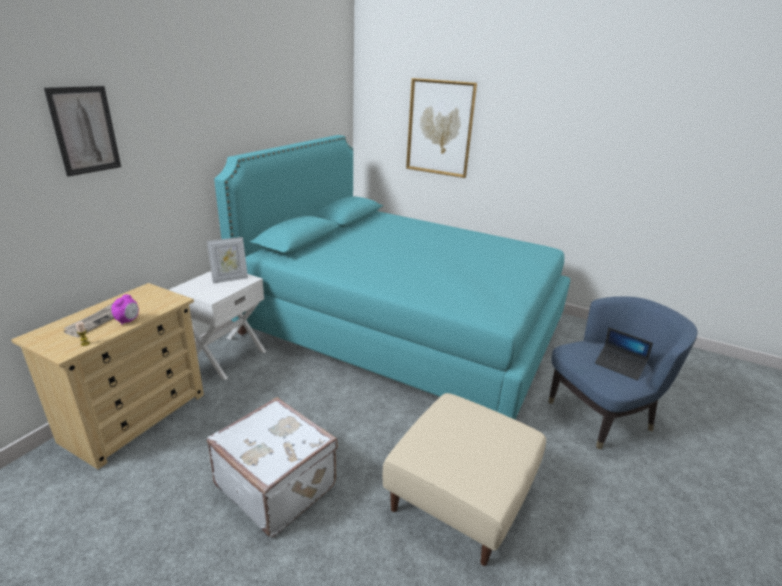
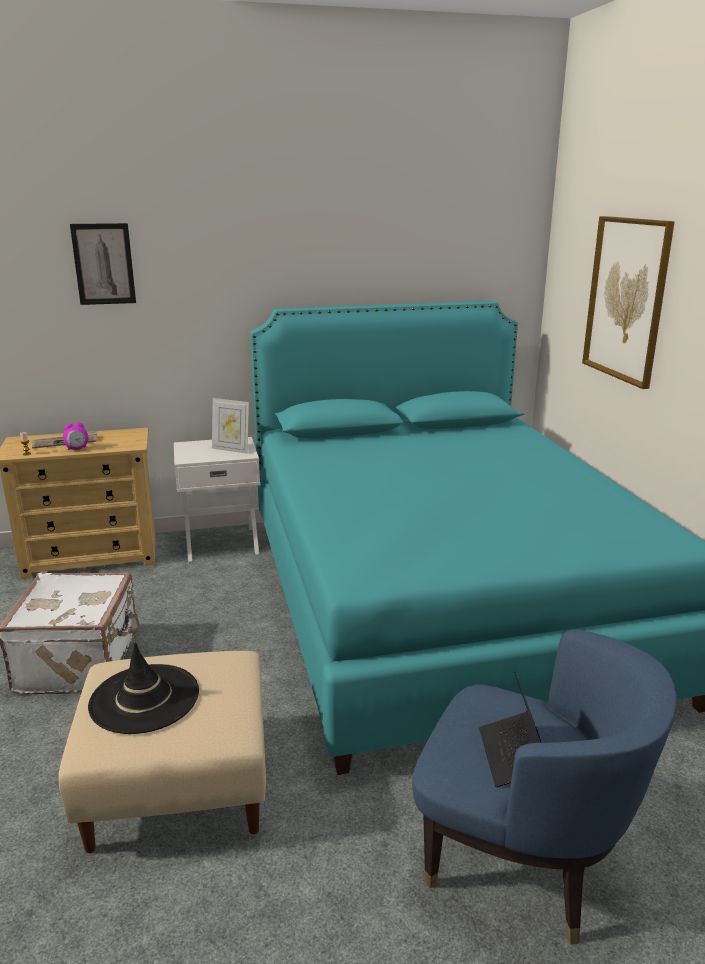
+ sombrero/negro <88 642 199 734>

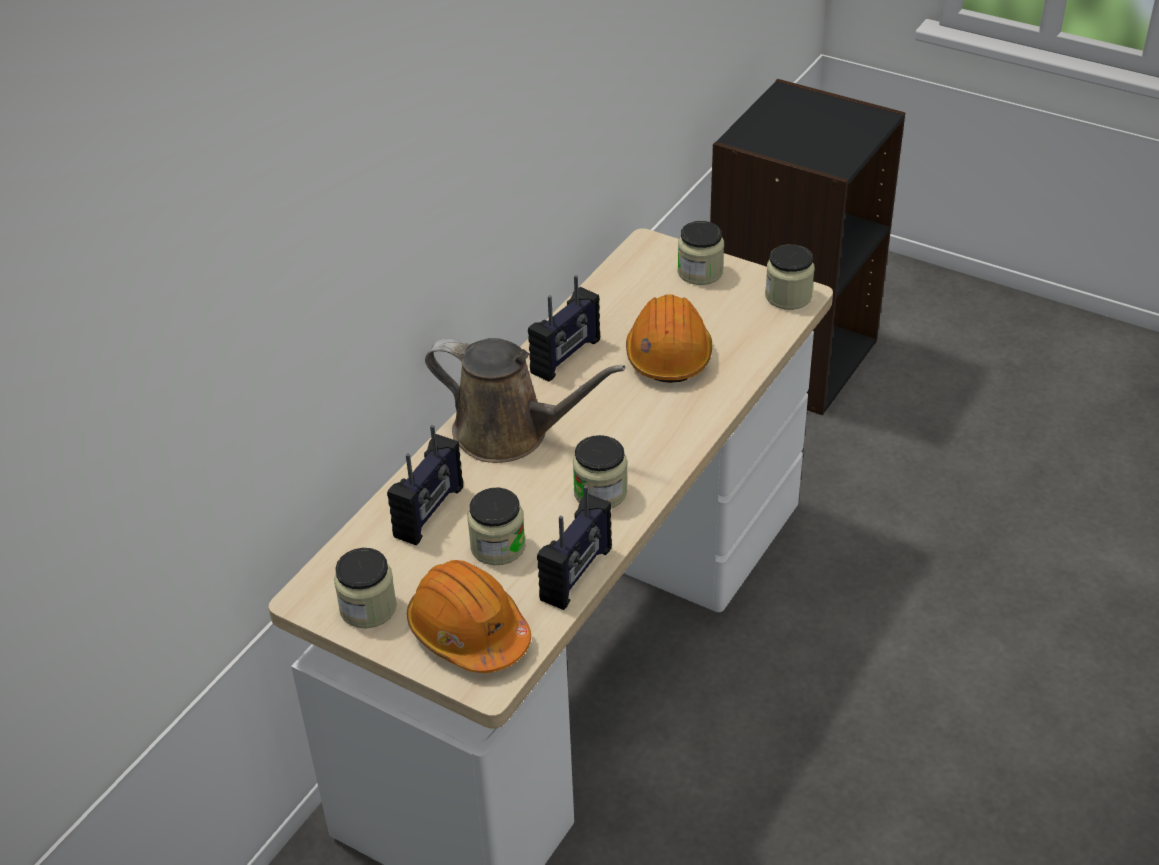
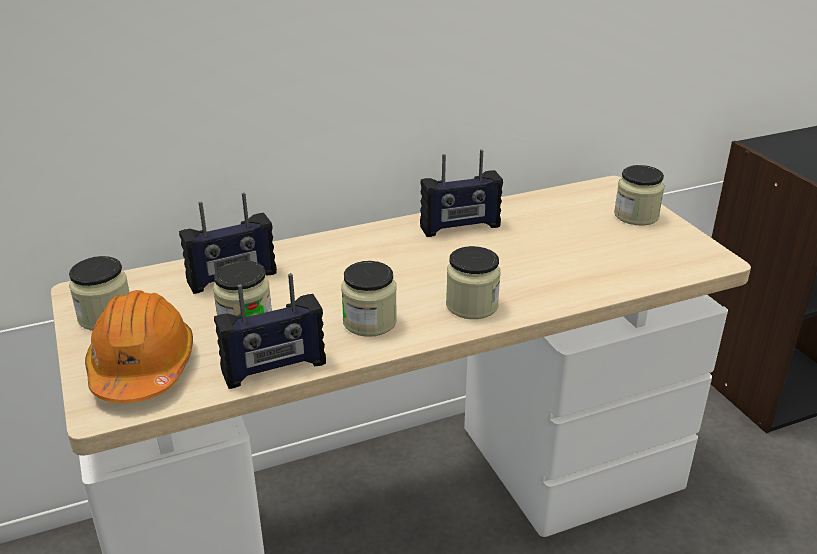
~ tarro <765 244 815 310> to <446 246 501 319>
- casco/naranja <626 295 712 383>
- regadera/marrón <425 338 626 463>

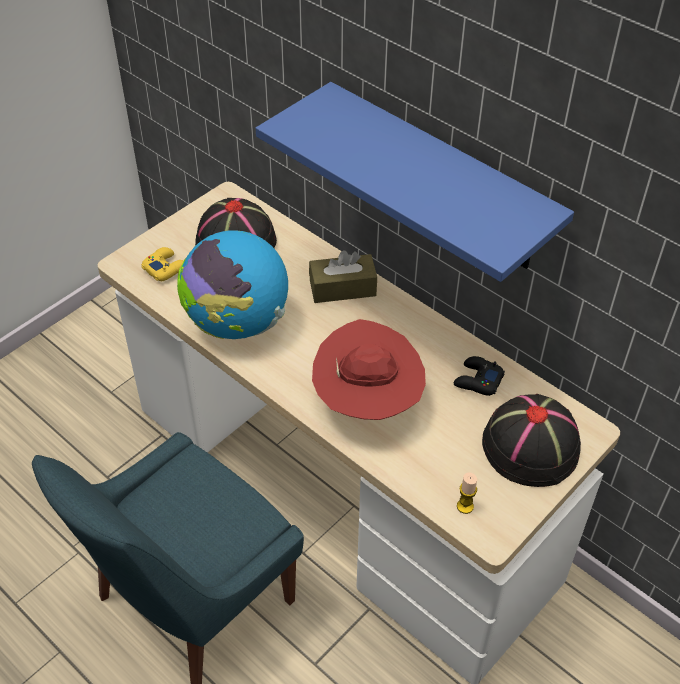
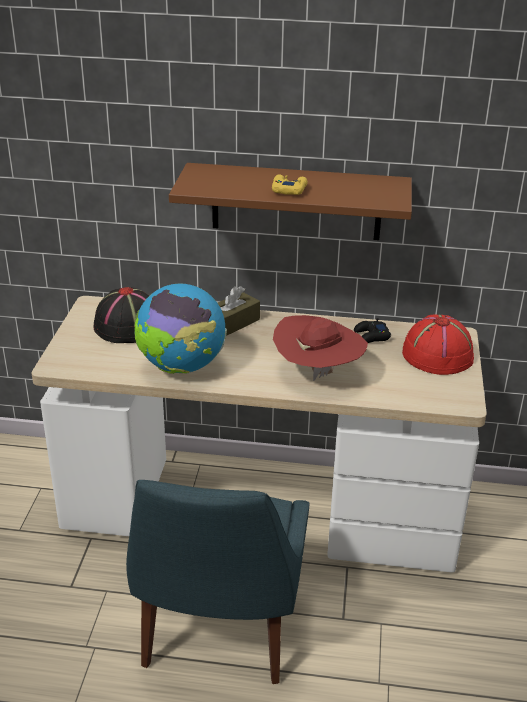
~ estante/azul <256 82 574 282> to estante/marrón <169 163 412 240>
~ mando de consola/amarillo <141 247 184 281> to <272 175 308 195>
~ sombrero/negro <482 394 581 487> to sombrero/rojo <402 314 474 375>
- vela <457 473 477 514>

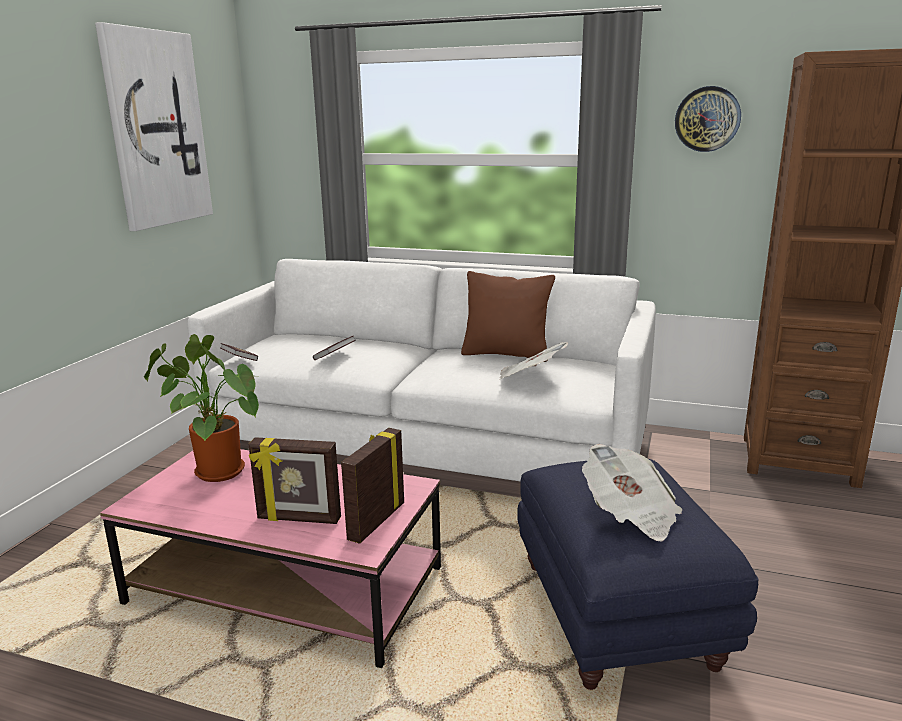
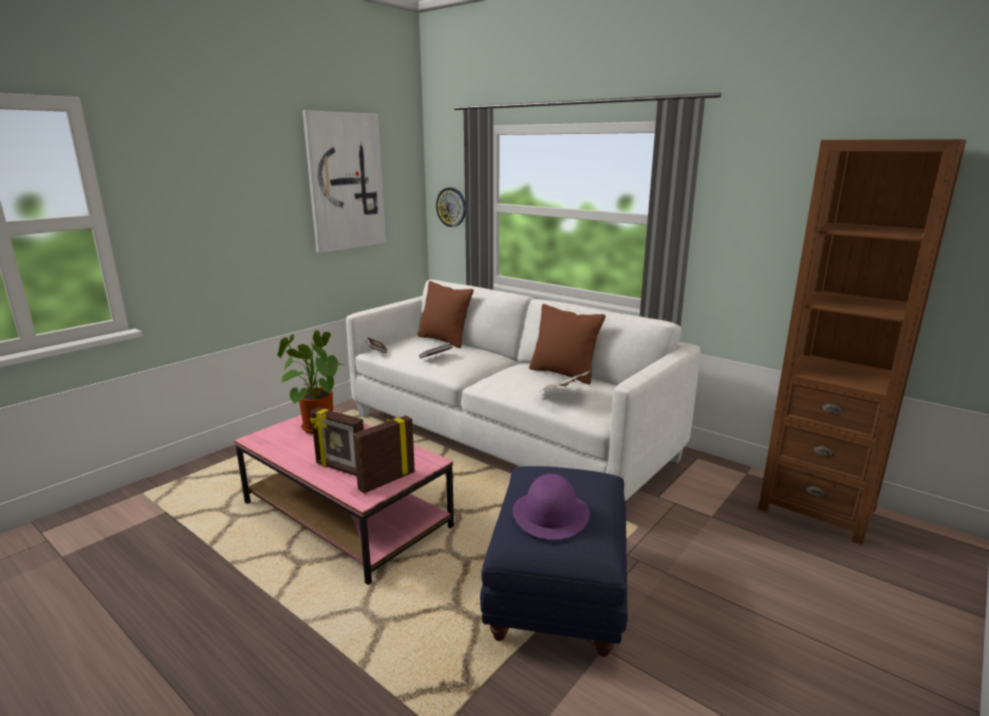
~ reloj de pared <675 86 741 152> to <436 187 465 227>
~ periódico <582 444 682 542> to sombrero/morado <513 474 590 540>
+ cojín/marrón <418 281 474 348>

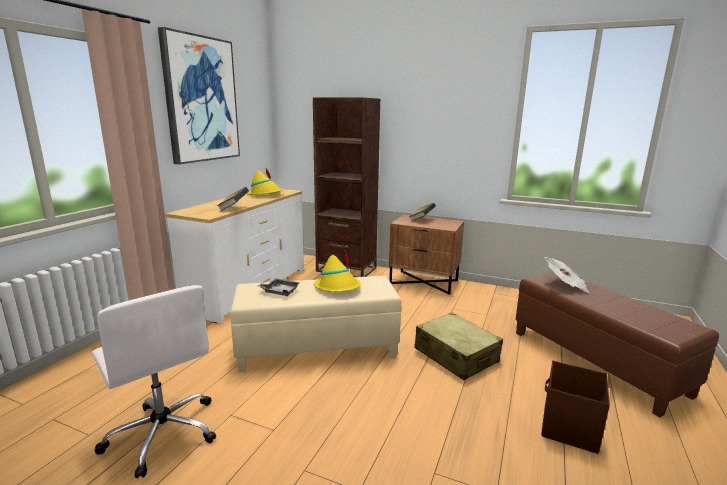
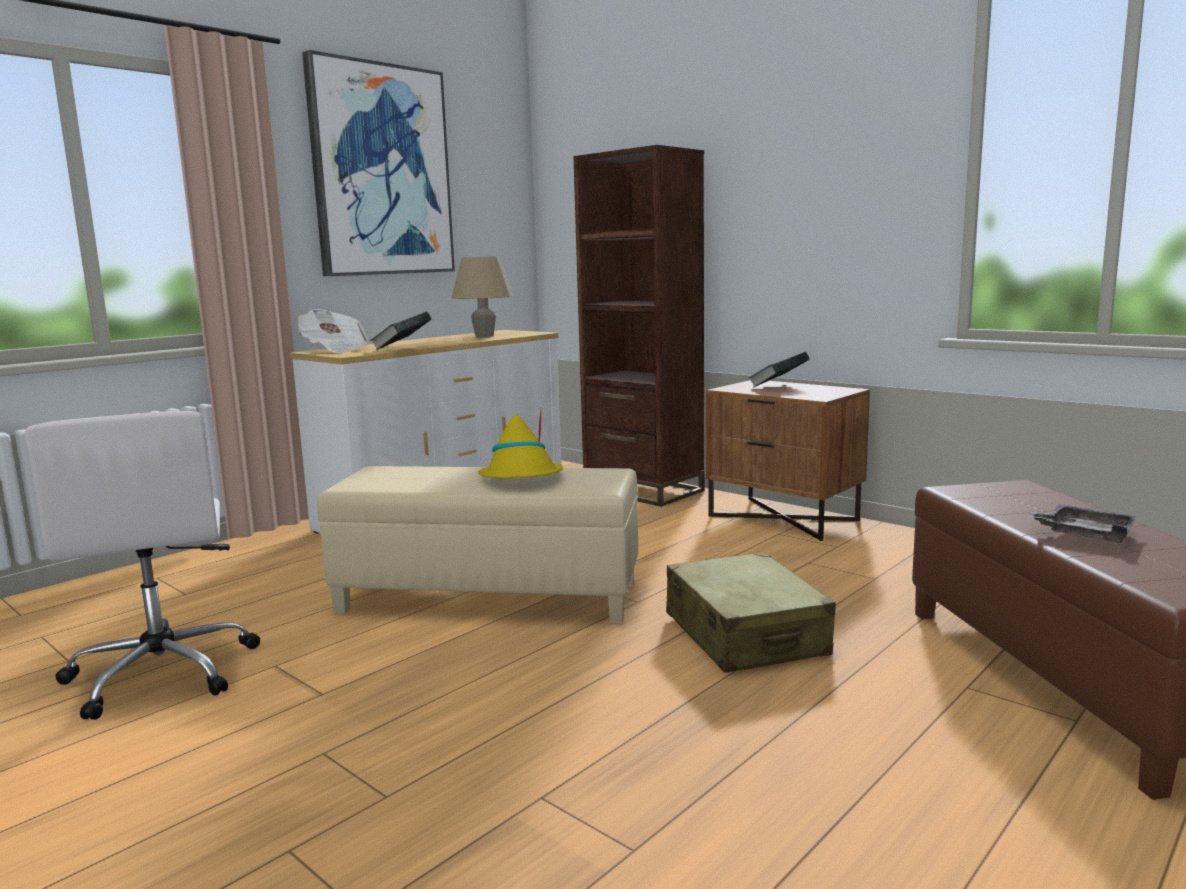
~ sombrero/amarillo <246 168 283 195> to lámpara de mesa/beis <451 256 513 337>
~ periódico <545 257 589 293> to <297 309 369 353>
~ bandeja/gris <257 278 300 296> to <1027 504 1136 543>
- caja de almacenaje/marrón <541 361 610 454>

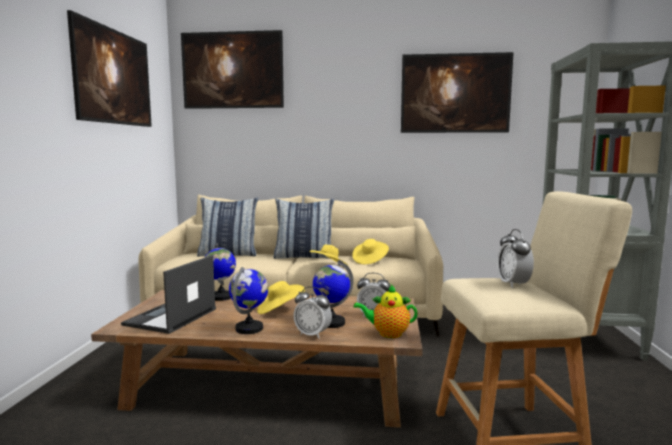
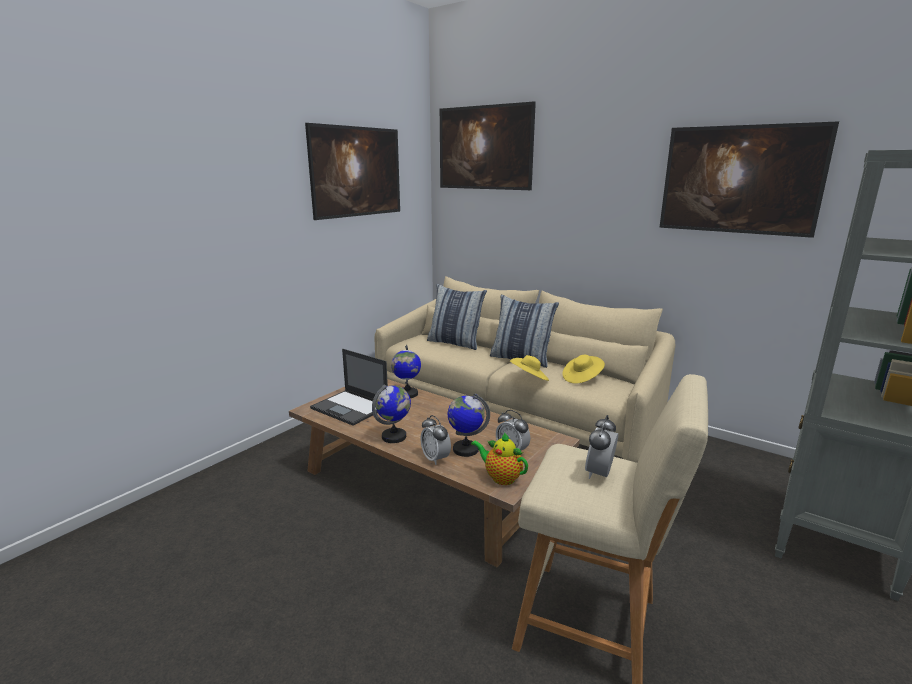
~ portátil <121 255 216 334> = <310 349 388 426> 105 degrees counterclockwise
- sombrero/amarillo <257 281 305 314>

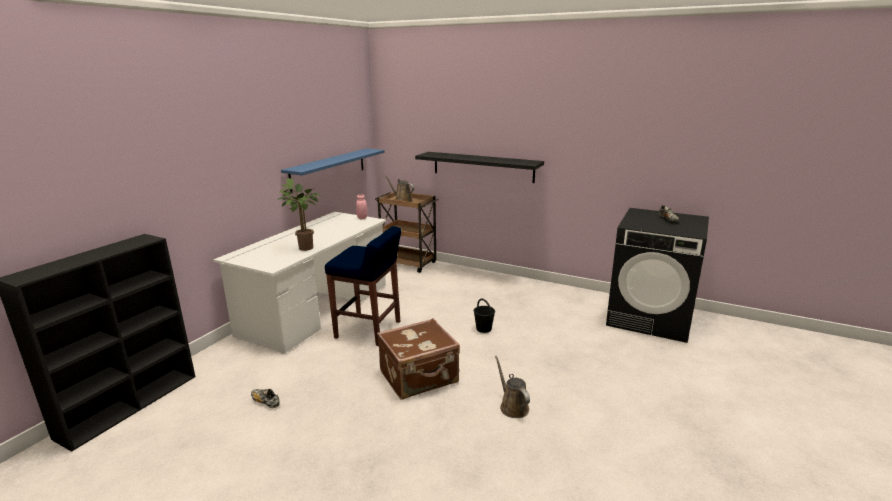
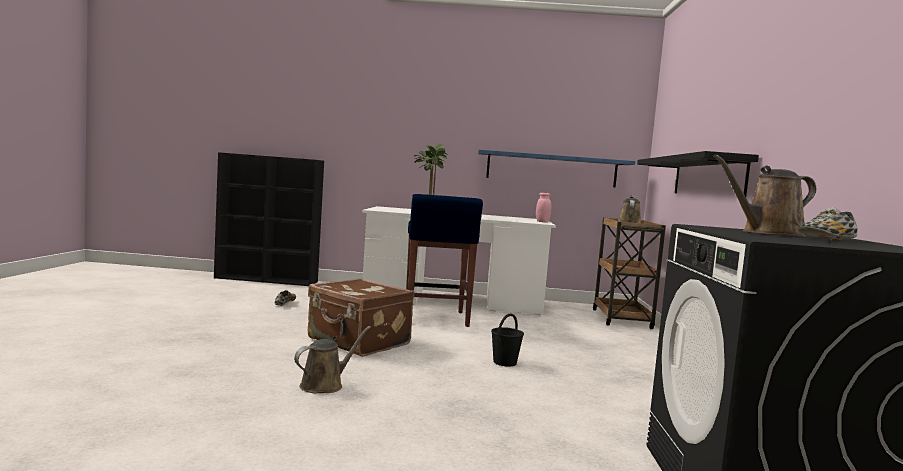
+ regadera/marrón <713 155 816 236>

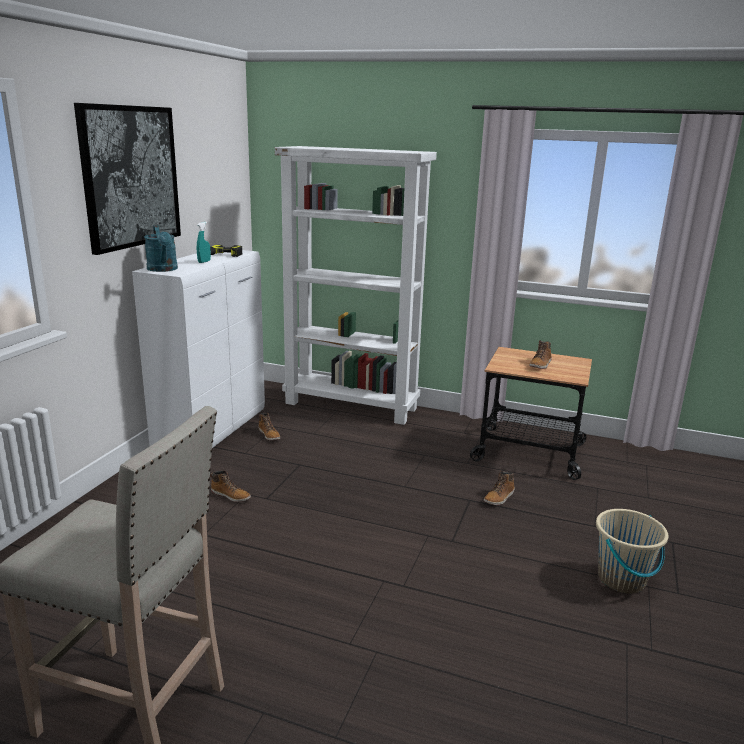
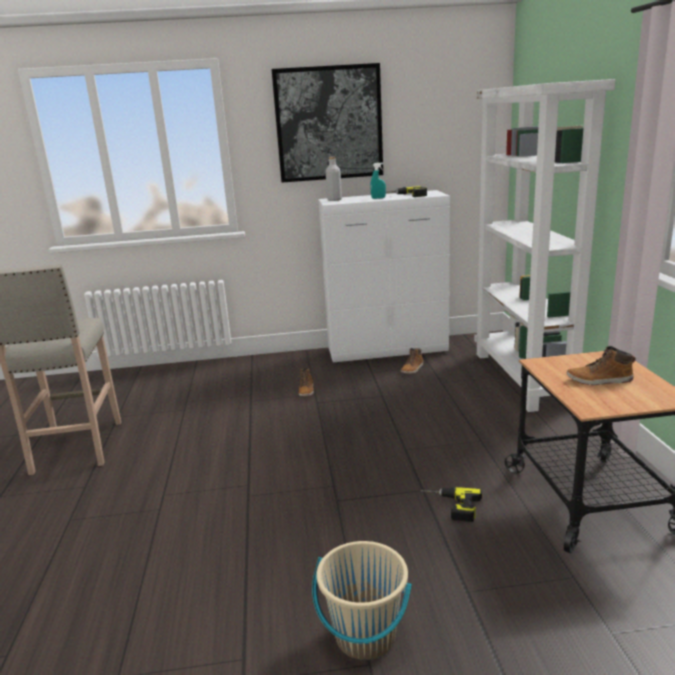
~ regadera/turquesa <144 225 178 272> to botella/gris <325 157 342 201>
~ bota <484 471 515 505> to taladro <420 487 482 522>

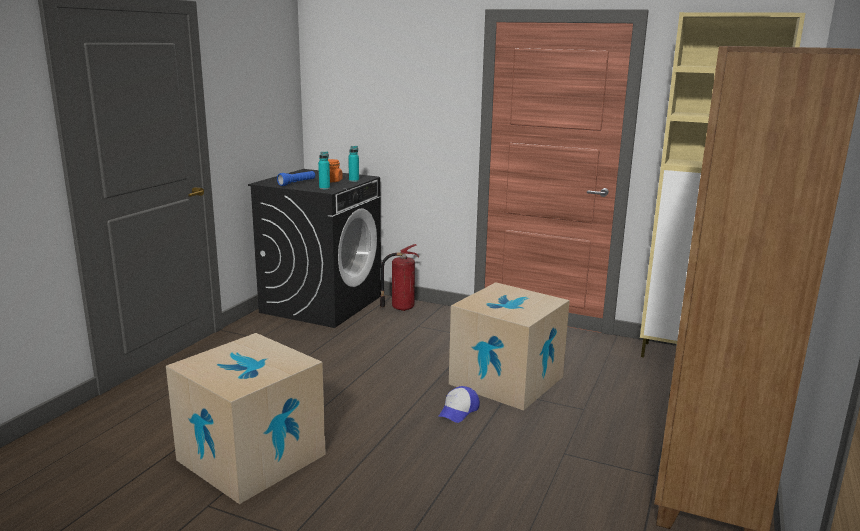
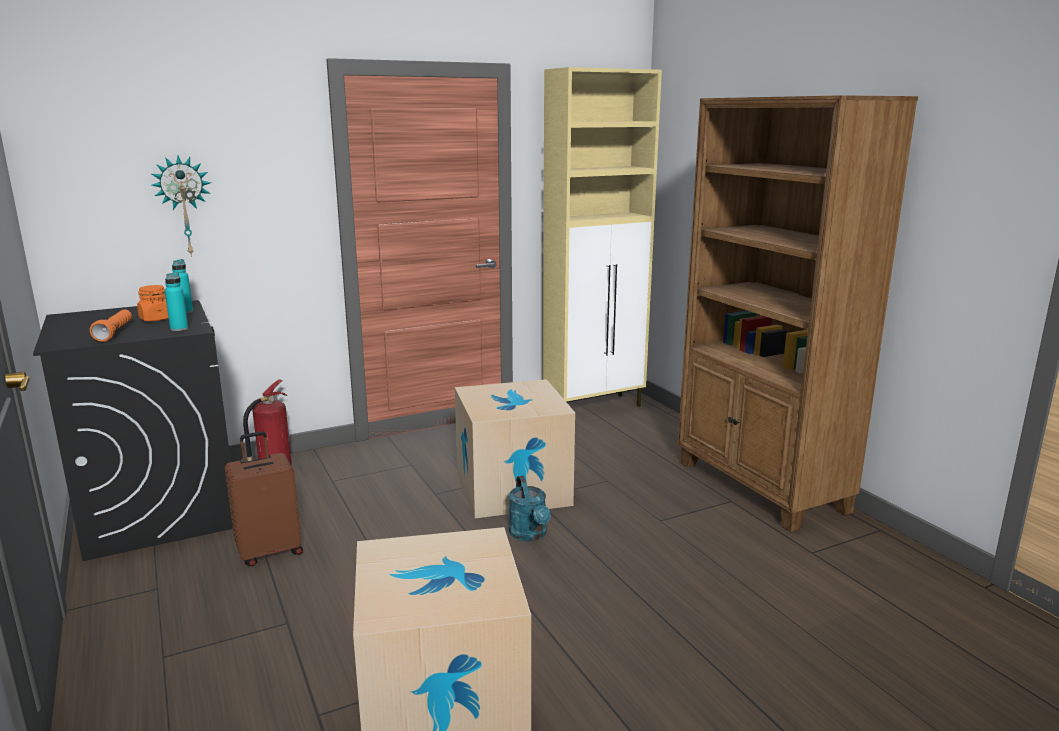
~ linterna/azul <277 171 315 186> to linterna/naranja <90 309 132 342>
~ gorra <438 386 480 423> to regadera/turquesa <509 476 551 541>
+ reloj de pared <152 156 211 257>
+ maleta/marrón <225 431 303 566>

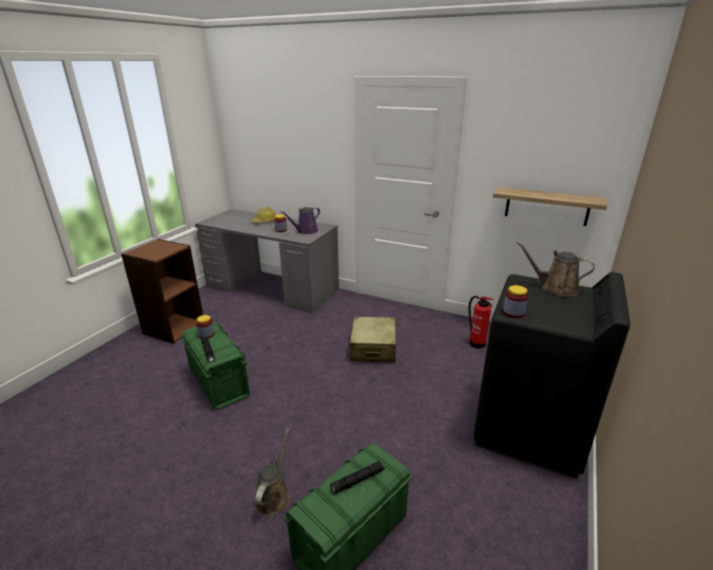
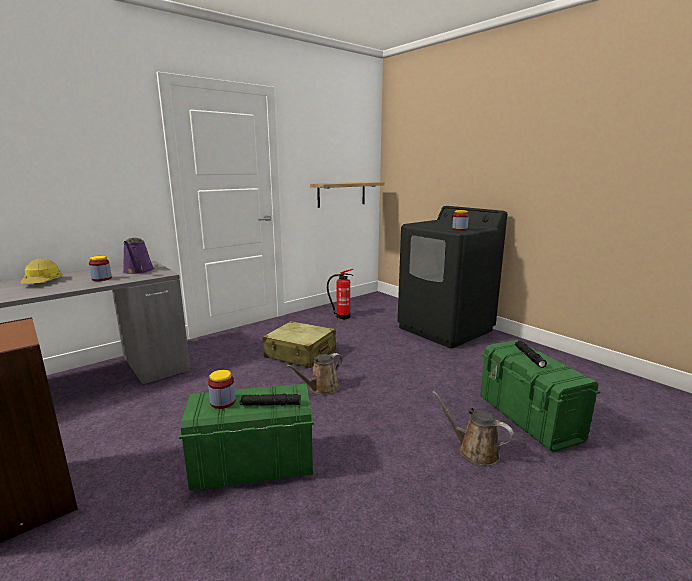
~ regadera/marrón <517 242 595 297> to <286 353 343 394>

